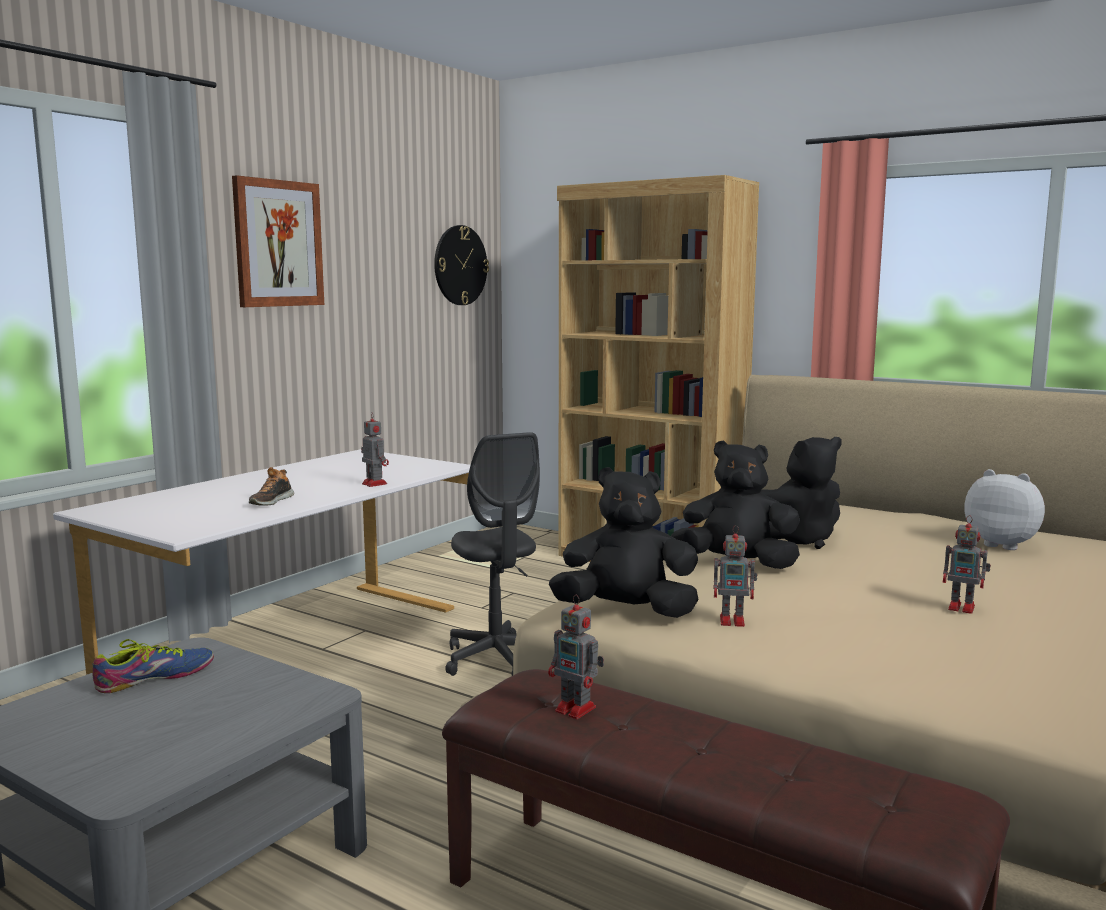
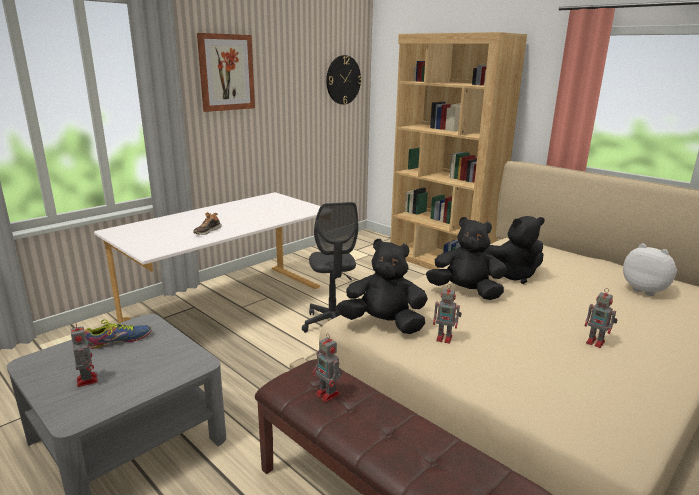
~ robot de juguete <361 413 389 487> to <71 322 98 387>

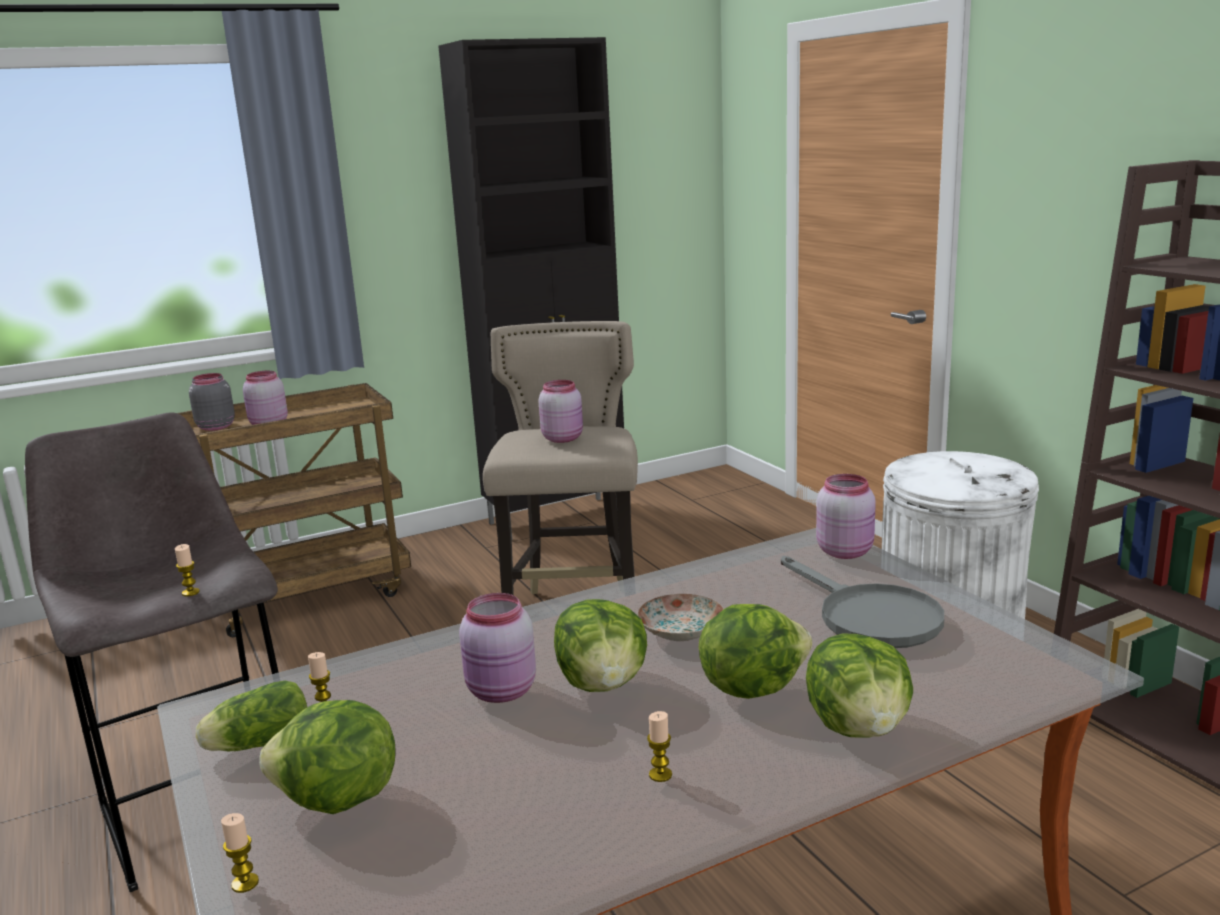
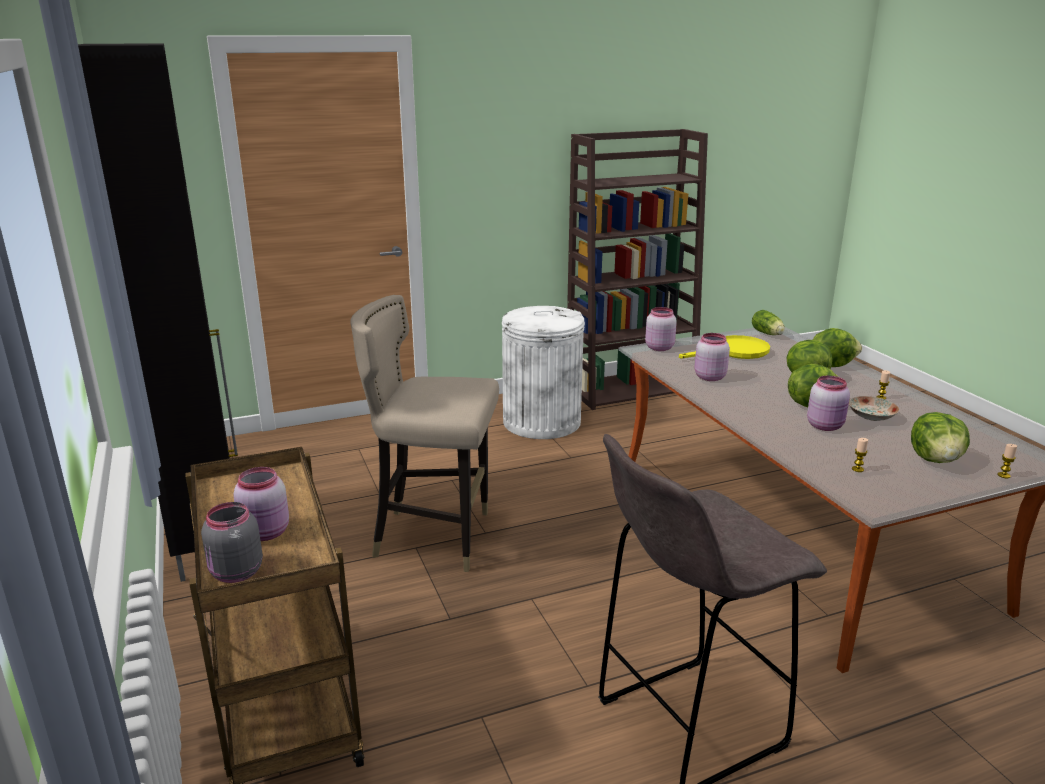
~ tarro/rosa <539 380 583 443> to <695 333 730 381>
- vela <175 544 200 596>
~ sartén/gris <781 556 944 648> to sartén/amarillo <679 335 770 359>
~ plato <637 594 724 641> to <849 396 900 421>
~ lechuga <196 681 307 751> to <752 310 785 335>

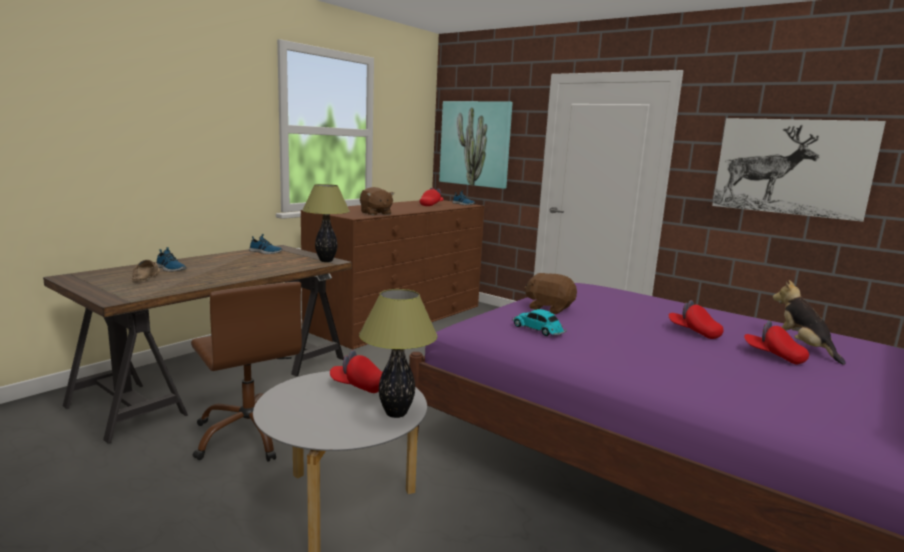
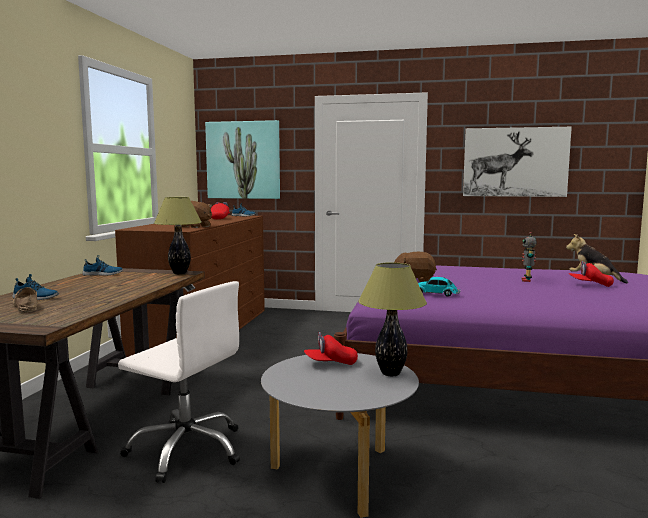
~ silla de oficina/marrón <191 282 302 462> to silla de oficina/blanco <118 281 240 483>
~ gorra/rojo <669 300 723 339> to robot de juguete <521 232 537 282>

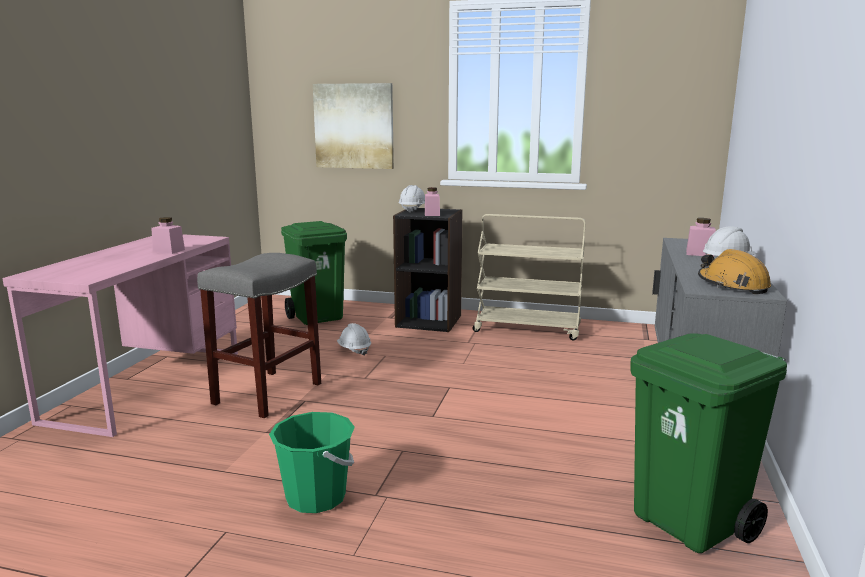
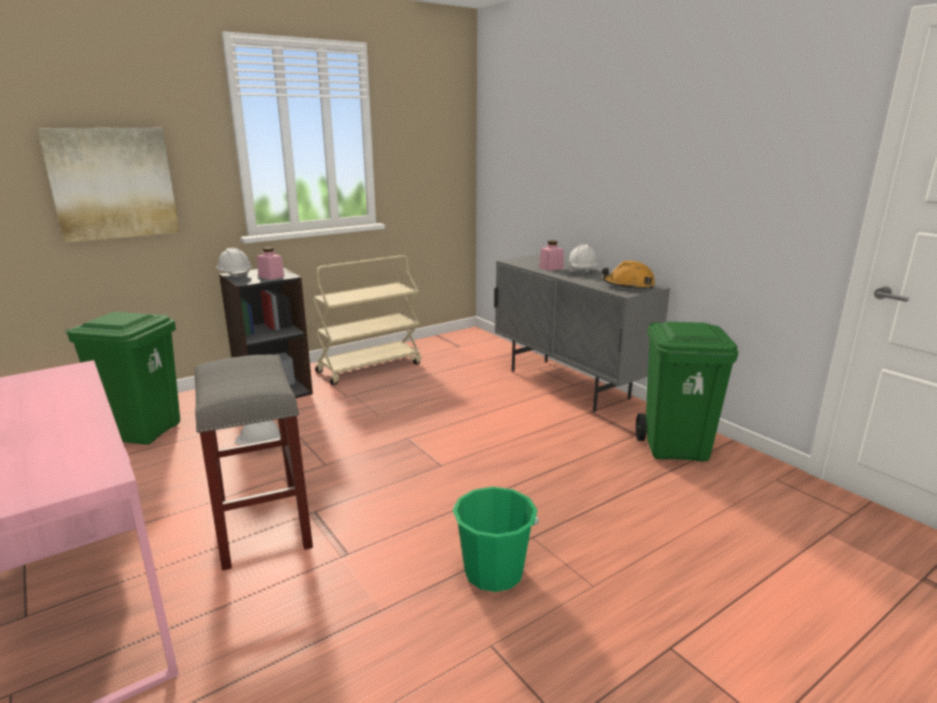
- tarro/rosa <151 217 185 254>

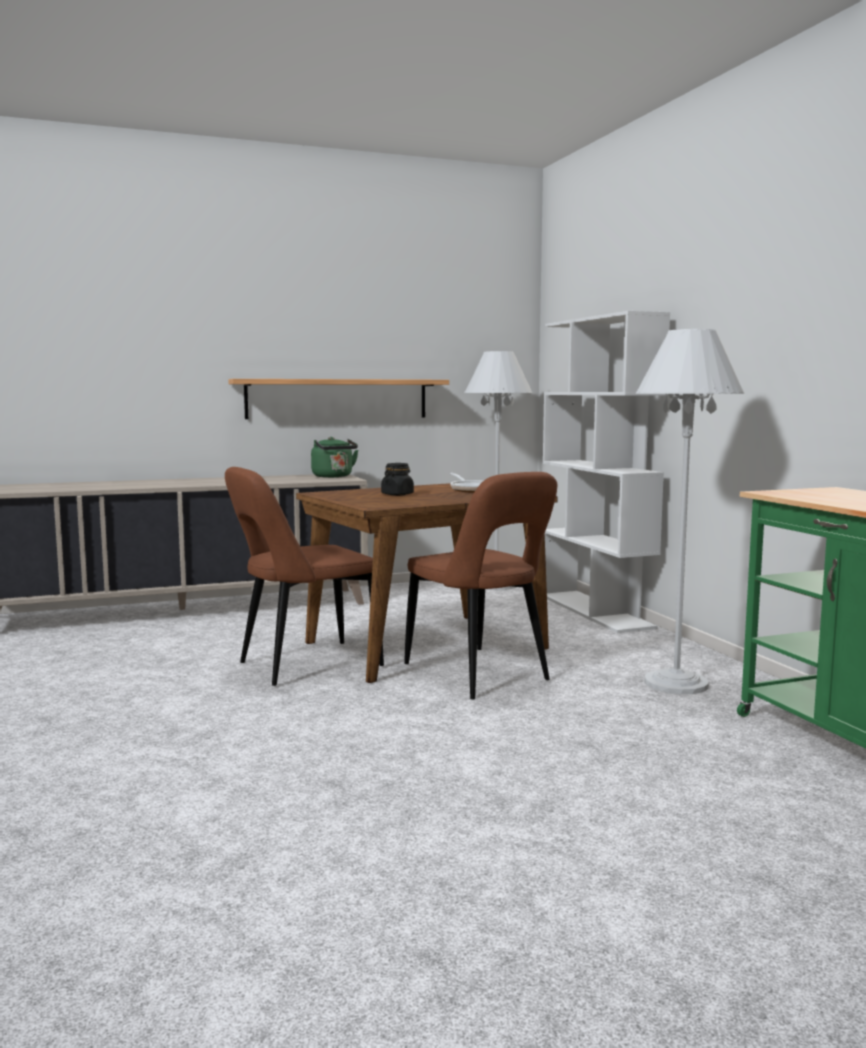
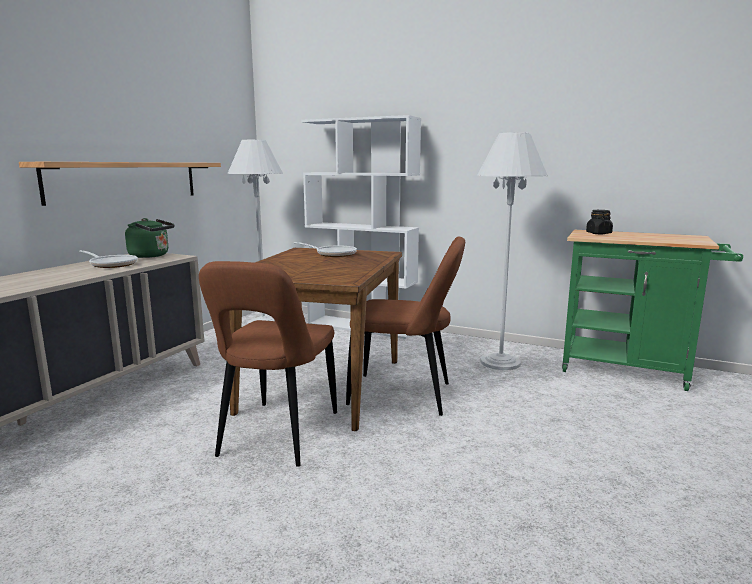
~ tarro/negro <381 463 414 496> to <586 210 613 234>
+ sartén <79 250 137 268>

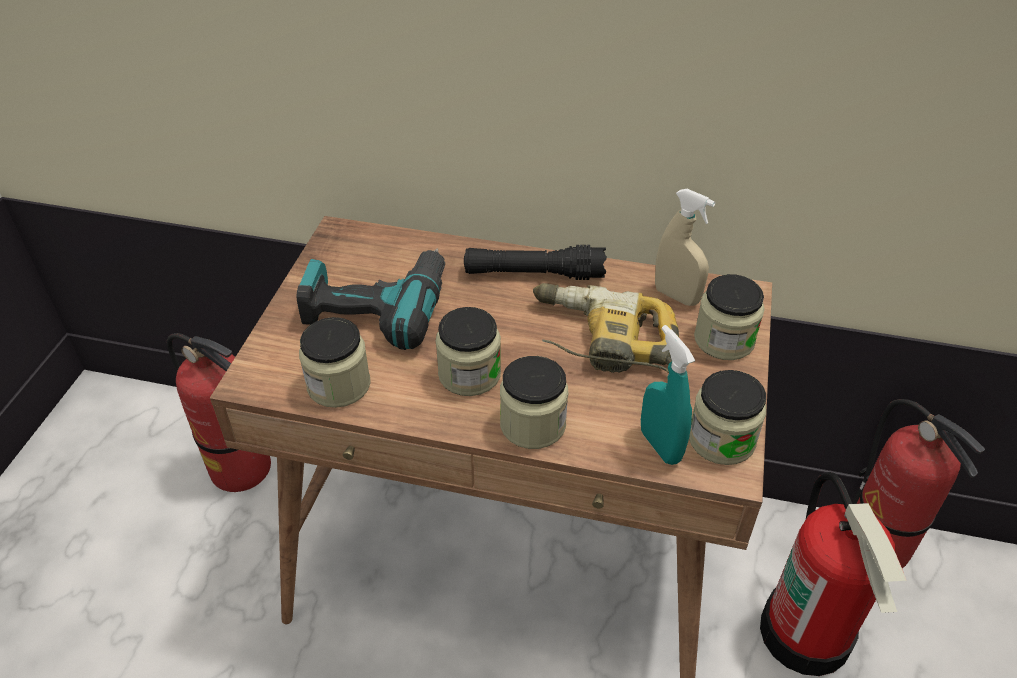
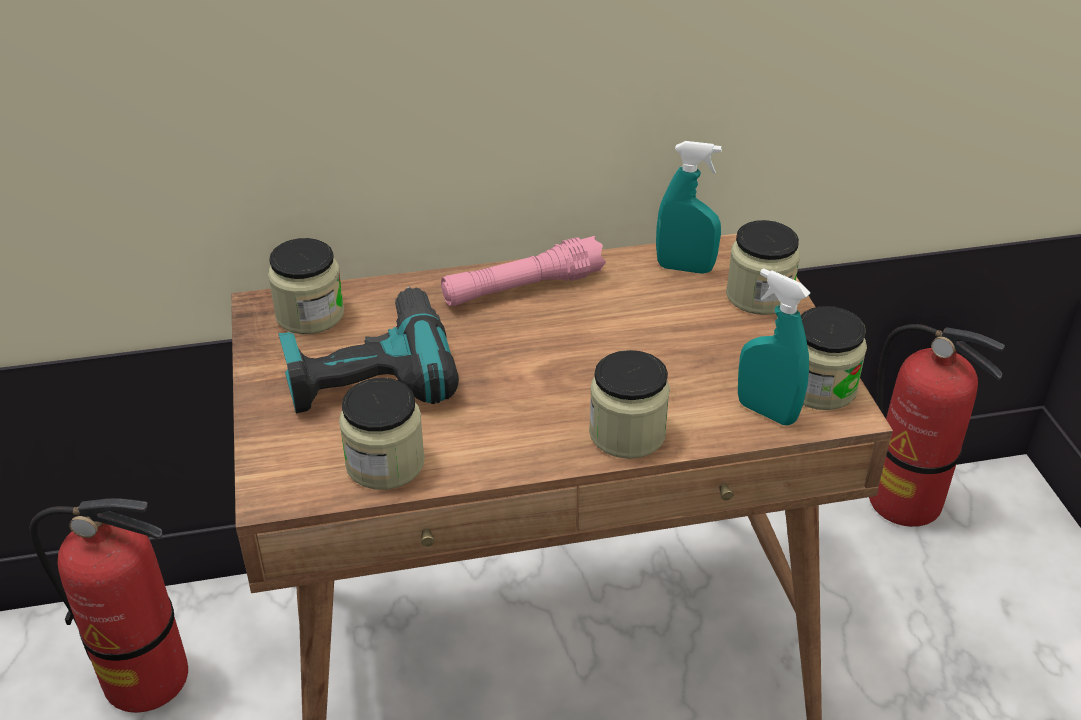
~ pulverizador/beis <655 189 716 306> to pulverizador/turquesa <656 141 722 274>
~ linterna/negro <464 245 607 280> to linterna/rosa <441 236 606 306>
- taladro <533 283 679 373>
~ tarro <435 307 501 396> to <268 238 344 334>
- extintor <760 472 907 676>

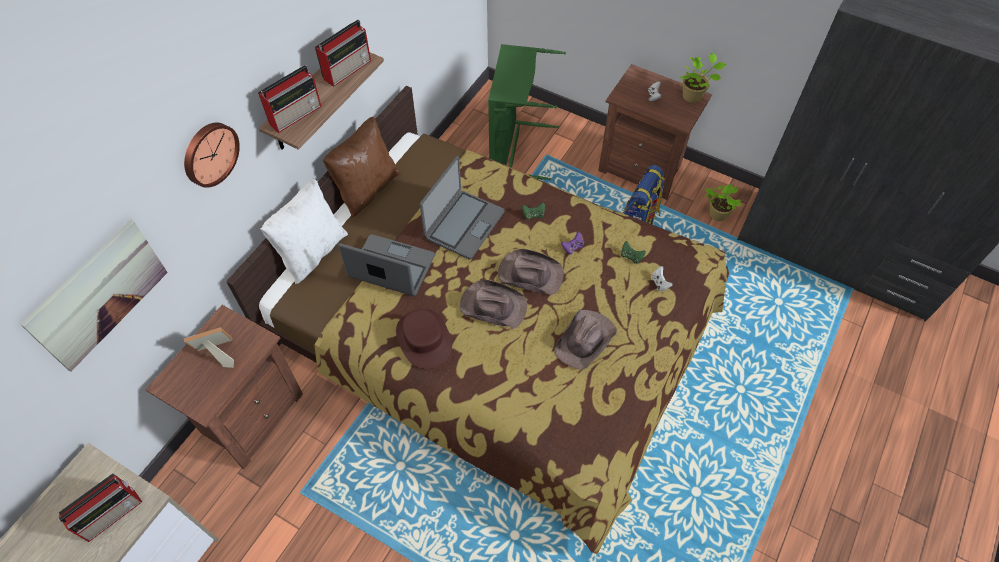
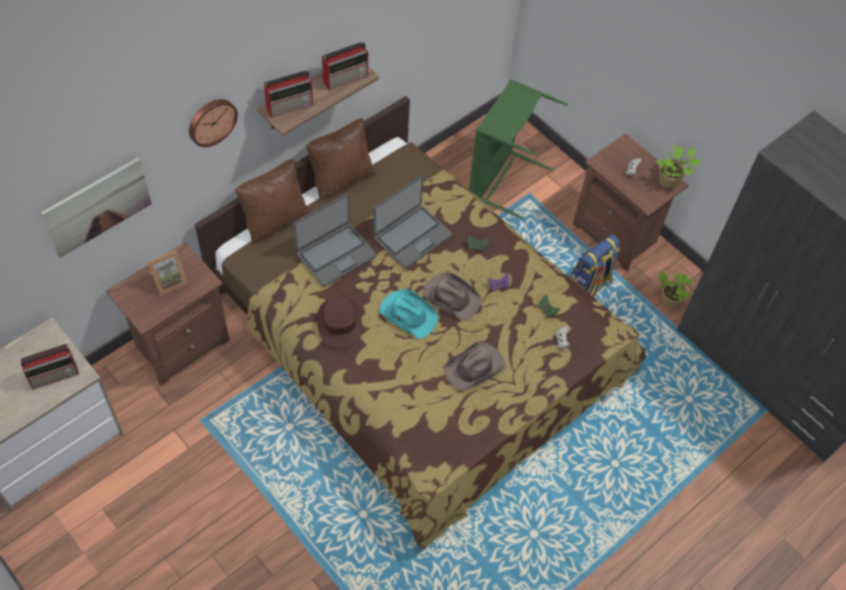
~ cojín/blanco <260 178 348 284> to cojín/marrón <235 159 310 244>
~ portátil <338 234 435 296> = <293 193 376 287> 105 degrees clockwise
~ sombrero/marrón <460 280 527 329> to sombrero/turquesa <379 289 438 339>
~ portarretratos <184 327 234 368> = <148 250 188 296> 150 degrees clockwise

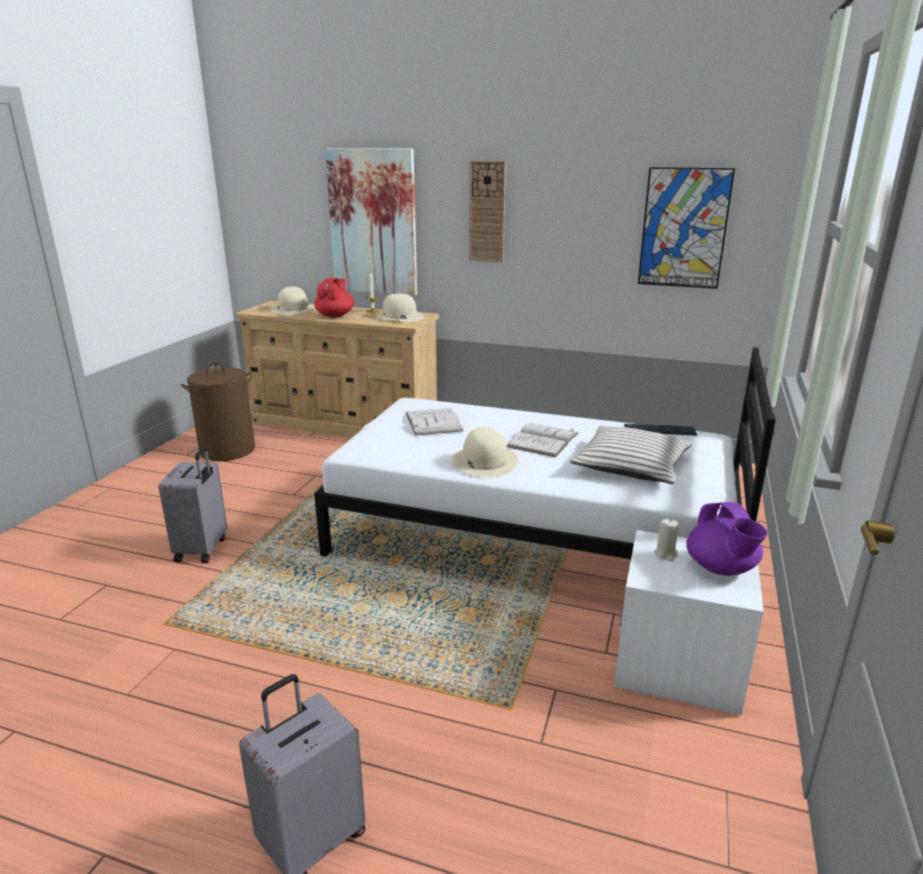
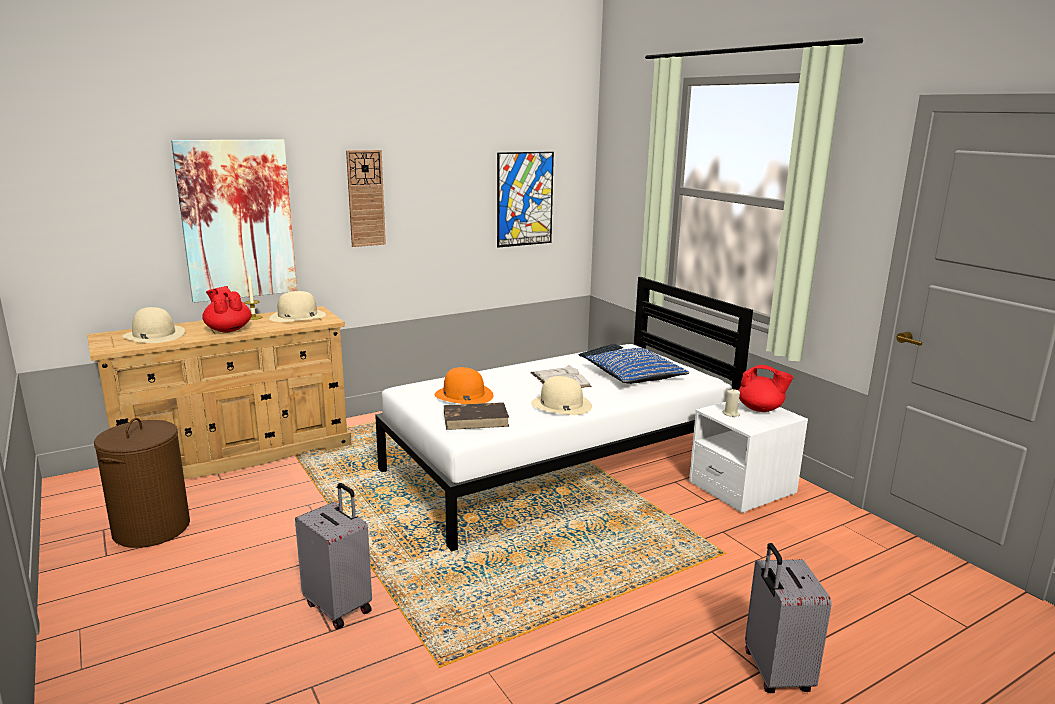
~ libro/blanco <406 408 464 435> to sombrero/naranja <434 367 494 404>
~ cojín/beis <570 425 692 484> to cojín/azul <586 348 689 384>
~ tetera/morado <686 502 768 576> to tetera/rojo <738 365 794 412>
+ libro/marrón <444 402 509 430>

